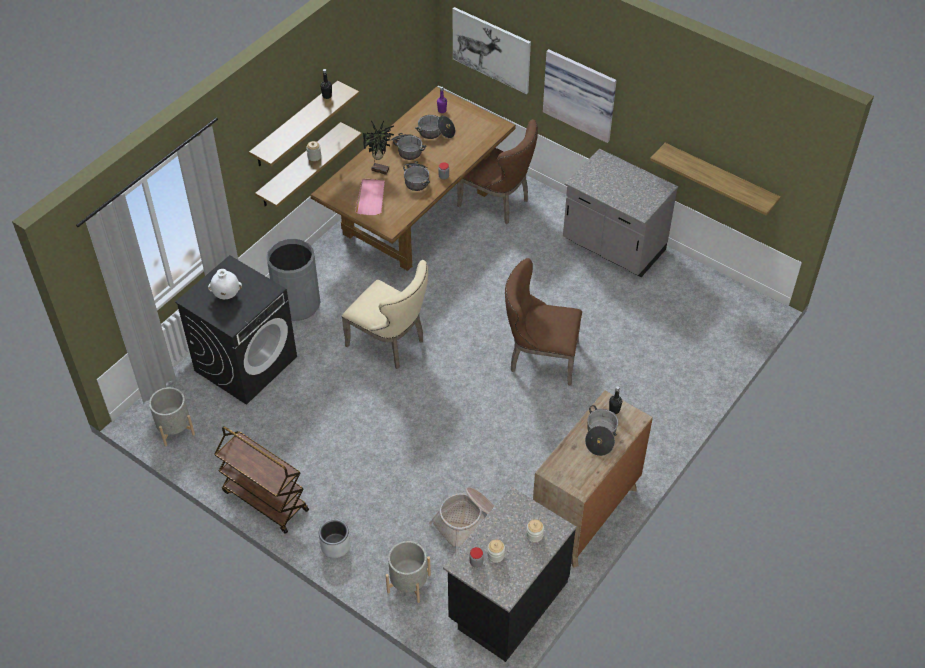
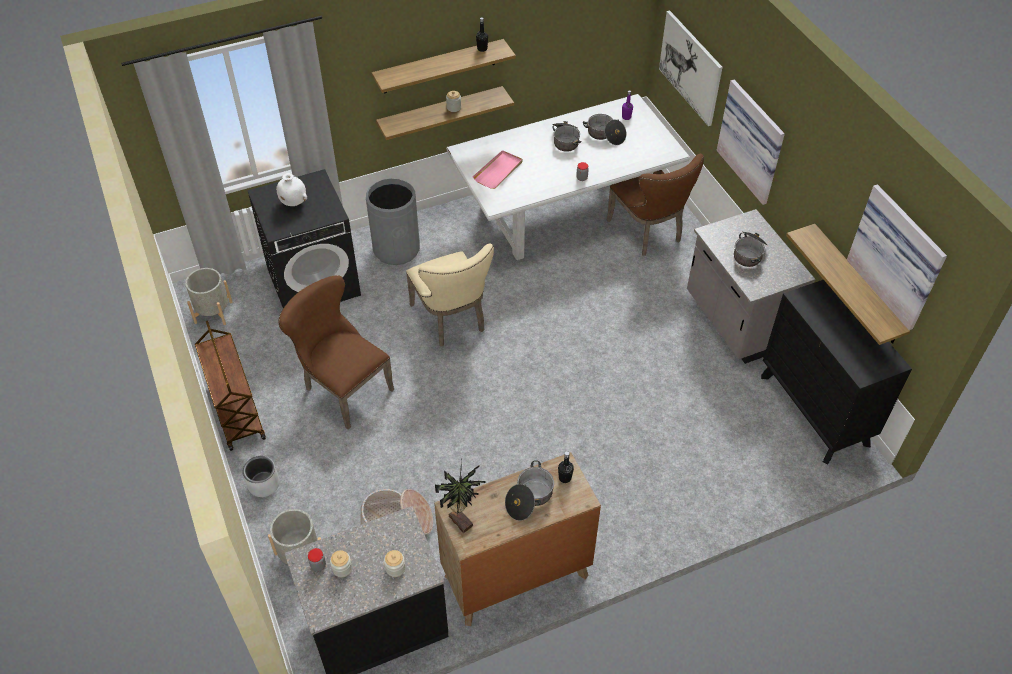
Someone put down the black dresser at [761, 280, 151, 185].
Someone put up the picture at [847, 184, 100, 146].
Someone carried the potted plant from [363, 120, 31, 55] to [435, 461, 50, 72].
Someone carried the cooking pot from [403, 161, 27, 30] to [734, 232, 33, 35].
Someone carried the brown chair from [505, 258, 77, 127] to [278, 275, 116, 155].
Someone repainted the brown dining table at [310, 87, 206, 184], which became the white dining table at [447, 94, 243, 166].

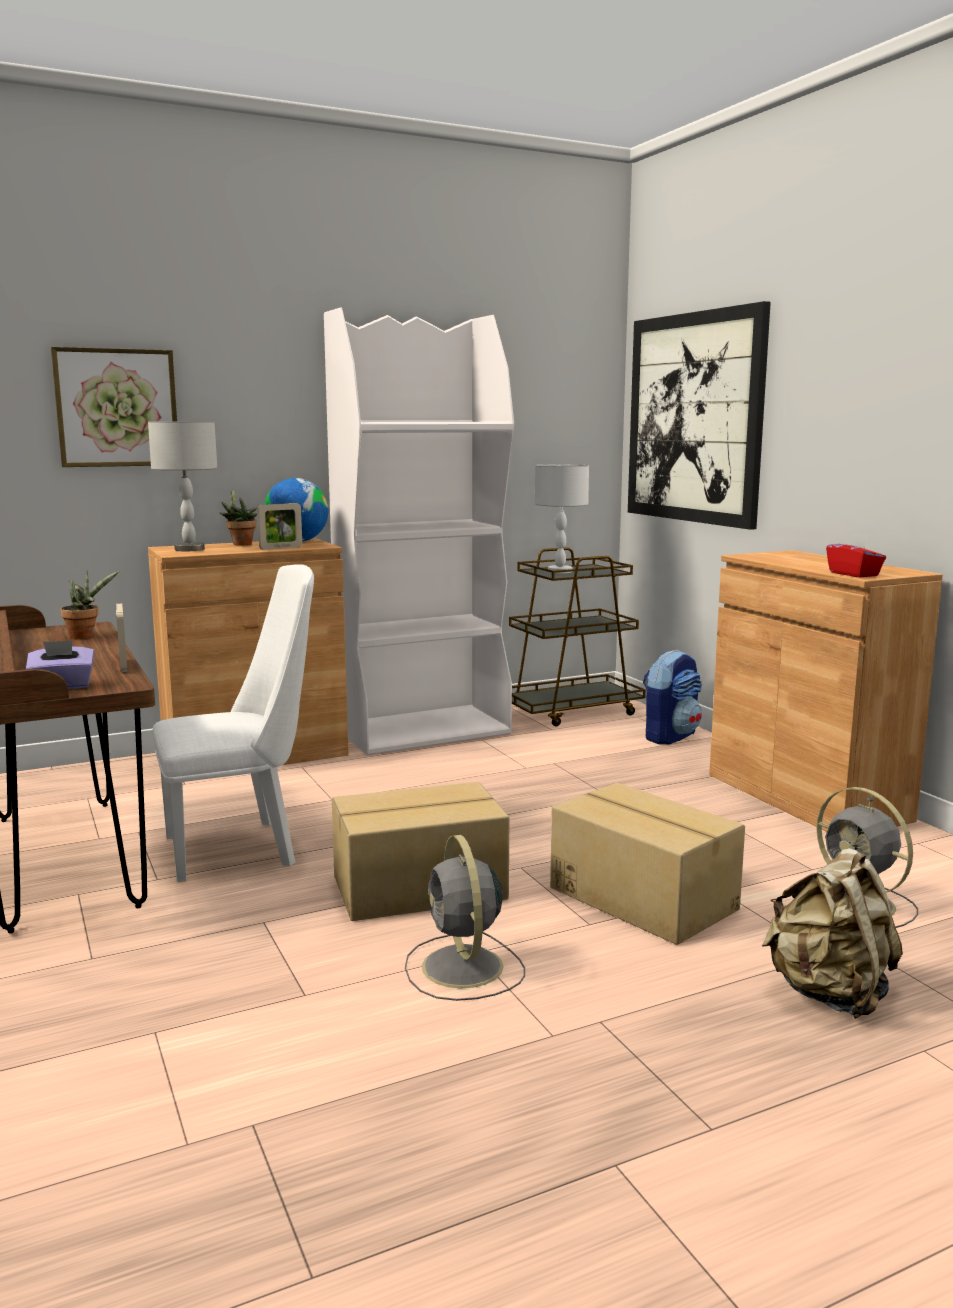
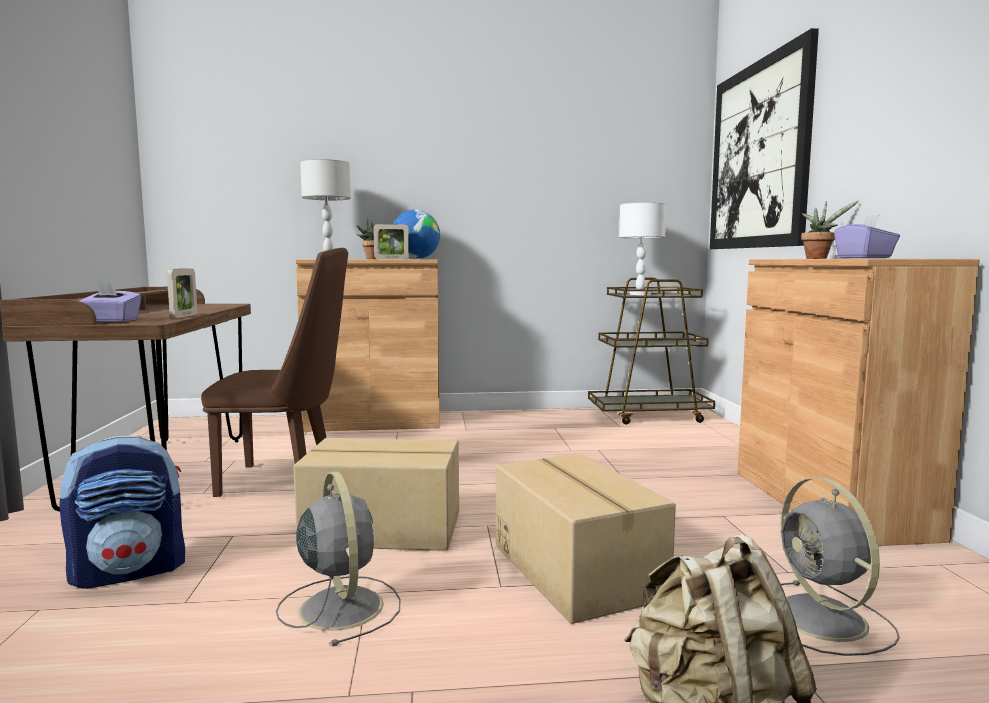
Someone took away the picture at [51, 347, 126, 120].
Someone took away the white bookcase at [324, 307, 190, 448].
Someone carried the potted plant from [60, 570, 59, 69] to [801, 201, 57, 58].
Someone carried the backpack from [643, 650, 59, 95] to [59, 435, 126, 154].
Someone repainted the white chair at [152, 564, 162, 318], which became the brown chair at [201, 248, 147, 249].
Someone repainted the red tissue box at [826, 533, 60, 44], which became the purple tissue box at [834, 214, 66, 44].
Someone rotated the grey fan at [405, 835, 120, 166] by 150 degrees clockwise.

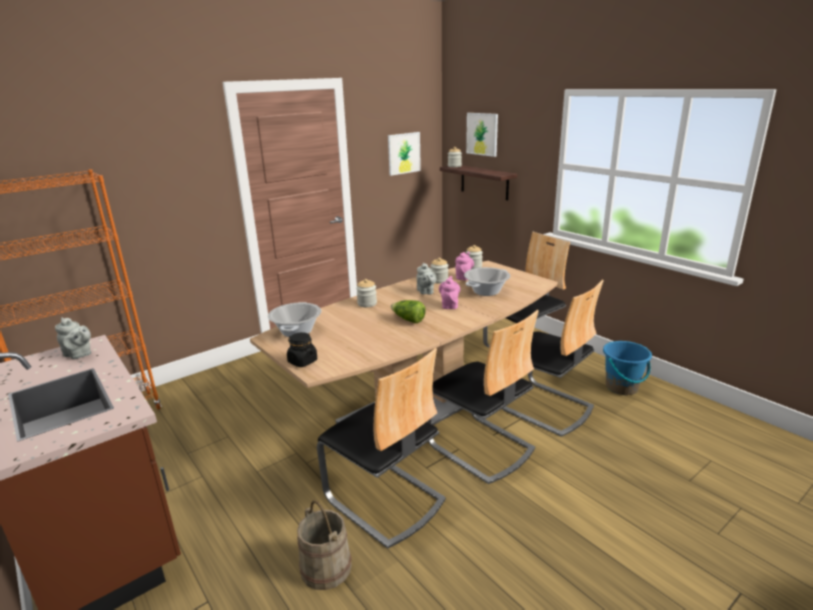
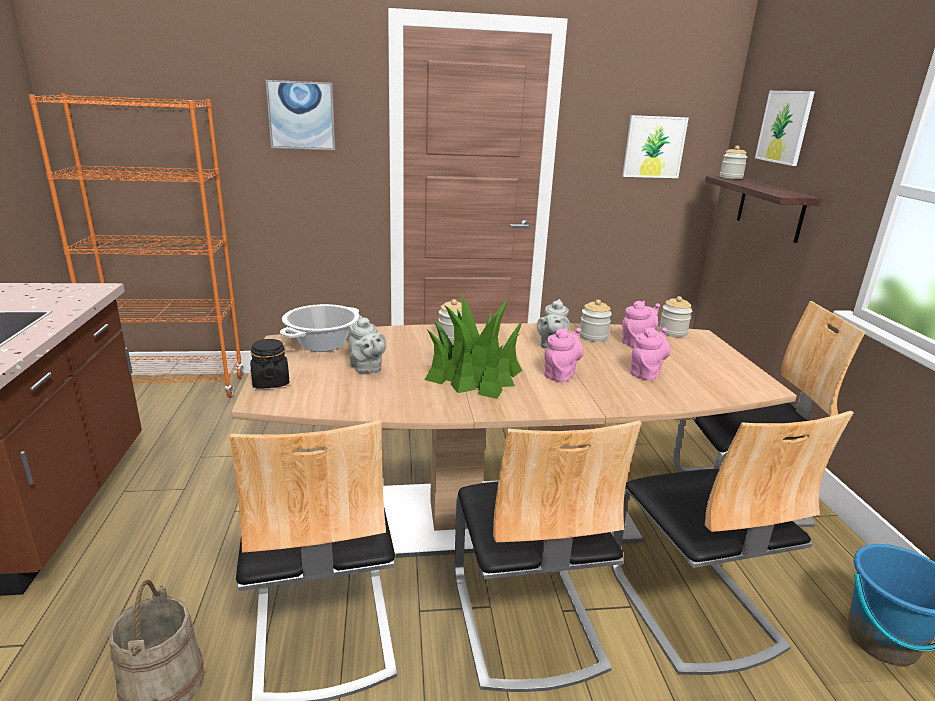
Someone put up the picture at [266, 80, 69, 70].
Someone carried the grey teapot from [55, 317, 36, 42] to [349, 316, 37, 57].
Someone swapped the lettuce at [391, 300, 35, 23] for the potted plant at [425, 292, 98, 107].
Someone swapped the cooking pot at [464, 267, 46, 29] for the pink teapot at [630, 327, 40, 53].

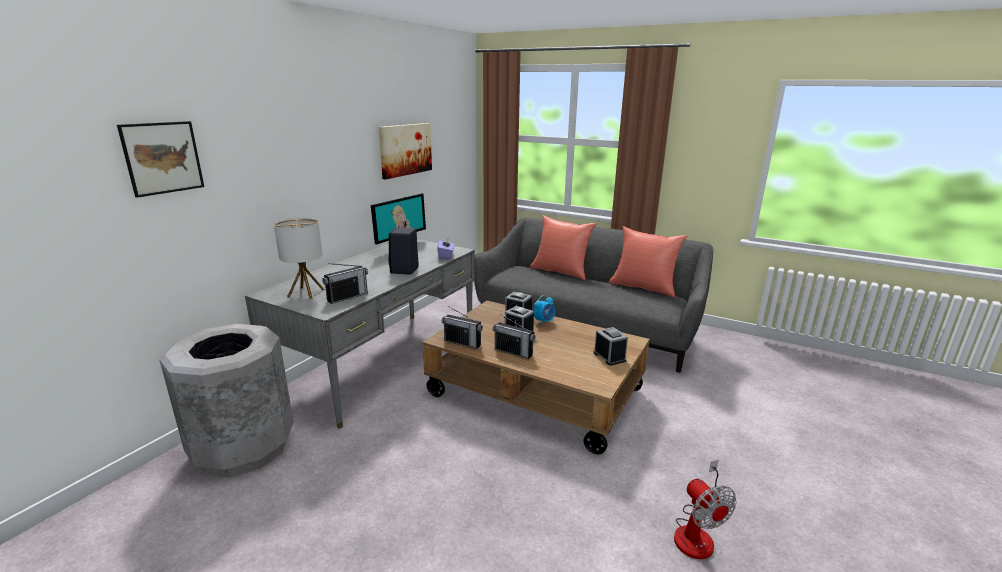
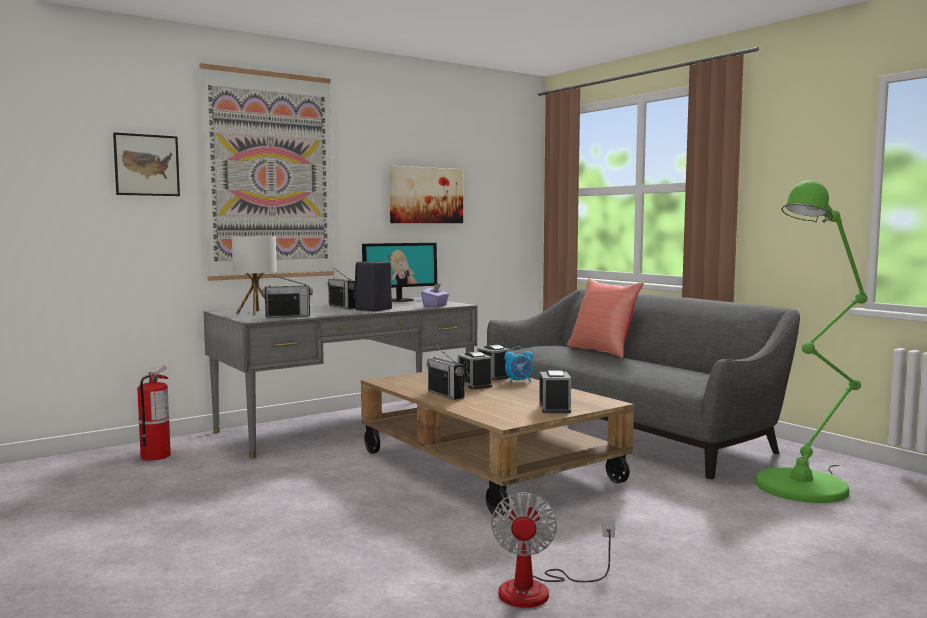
Someone took away the red pillow at [609, 226, 78, 71].
Someone put up the picture at [199, 63, 135, 218].
Someone put down the green floor lamp at [755, 181, 113, 322].
Someone carried the radio from [442, 306, 41, 43] to [327, 268, 28, 41].
Someone swapped the grey trash can at [159, 324, 134, 154] for the fire extinguisher at [137, 365, 34, 96].

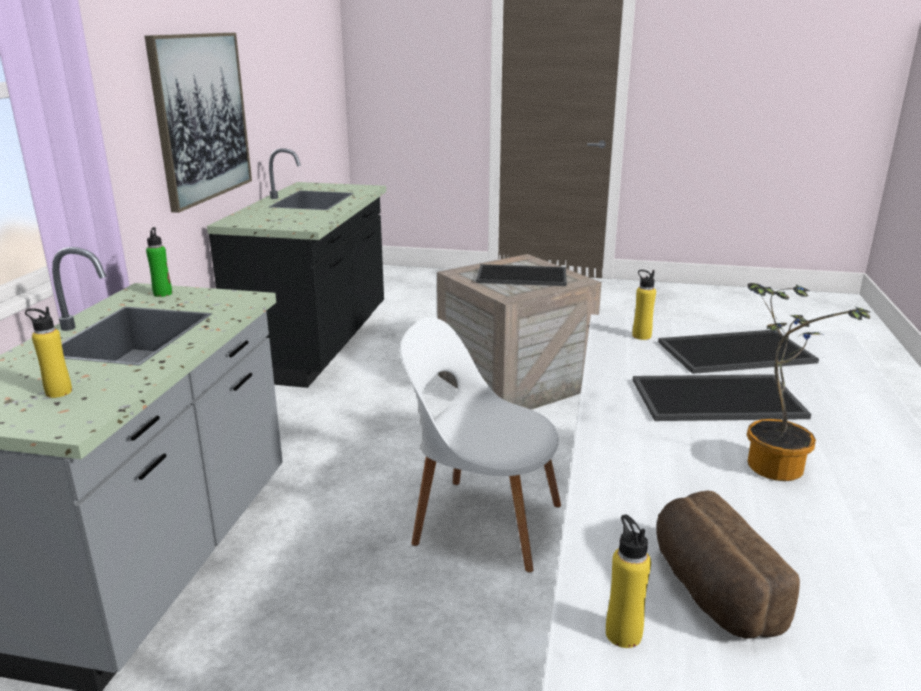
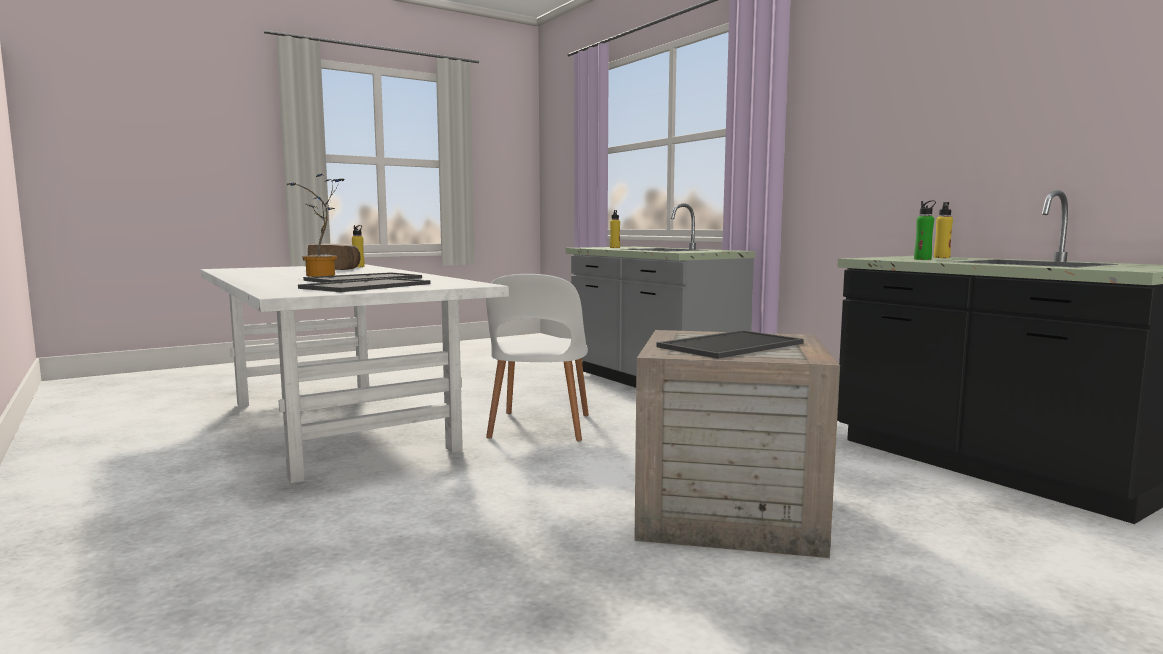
Someone took away the picture at [145, 33, 107, 180].
Someone carried the green bottle from [146, 227, 26, 70] to [914, 200, 22, 60].
Someone carried the yellow bottle from [632, 270, 24, 70] to [934, 202, 19, 56].
Someone rotated the white chair at [400, 317, 161, 256] by 120 degrees clockwise.

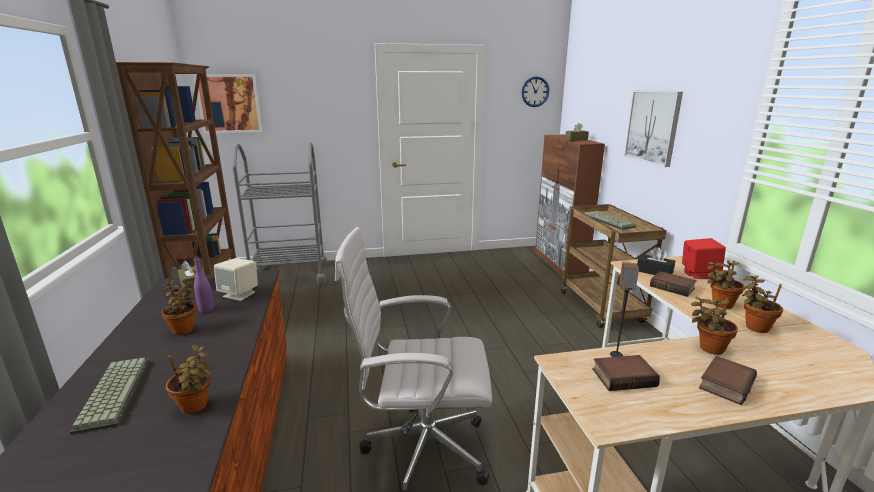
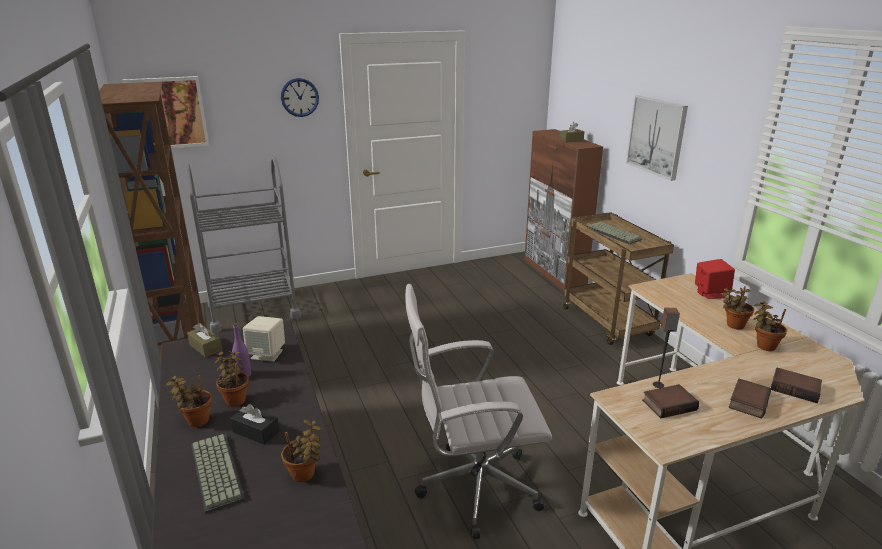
Someone carried the wall clock from [522, 76, 27, 31] to [281, 78, 38, 39].
Someone carried the black tissue box from [637, 247, 38, 28] to [230, 404, 49, 41].
Someone carried the book from [650, 271, 47, 26] to [771, 367, 51, 36].
Someone carried the potted plant from [691, 297, 47, 58] to [166, 375, 46, 52].

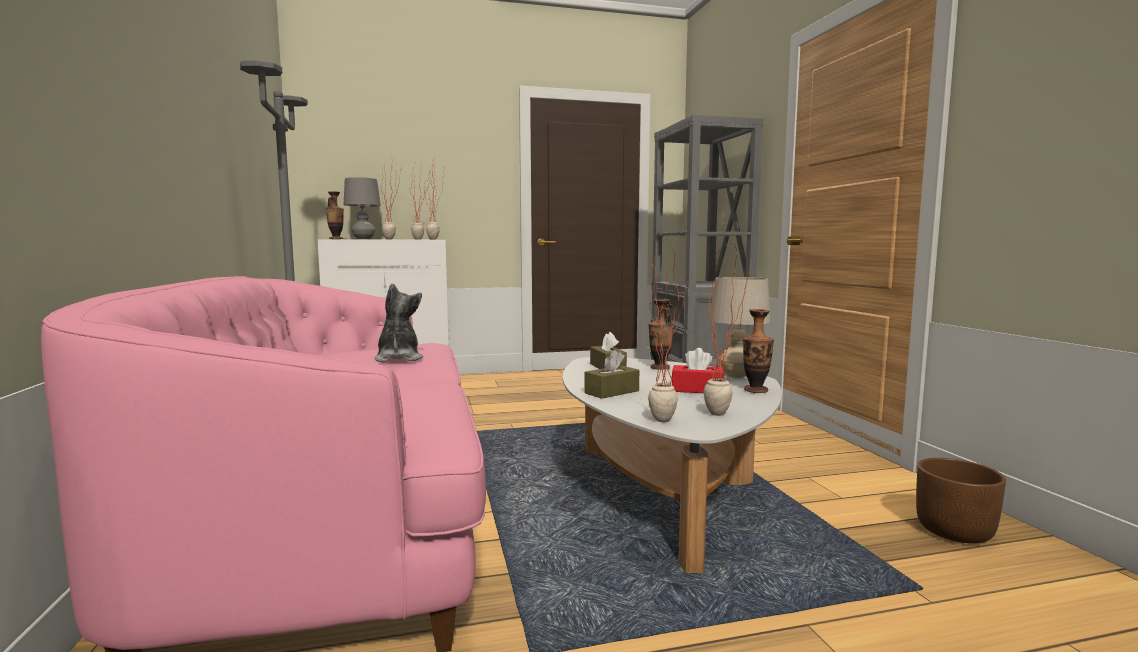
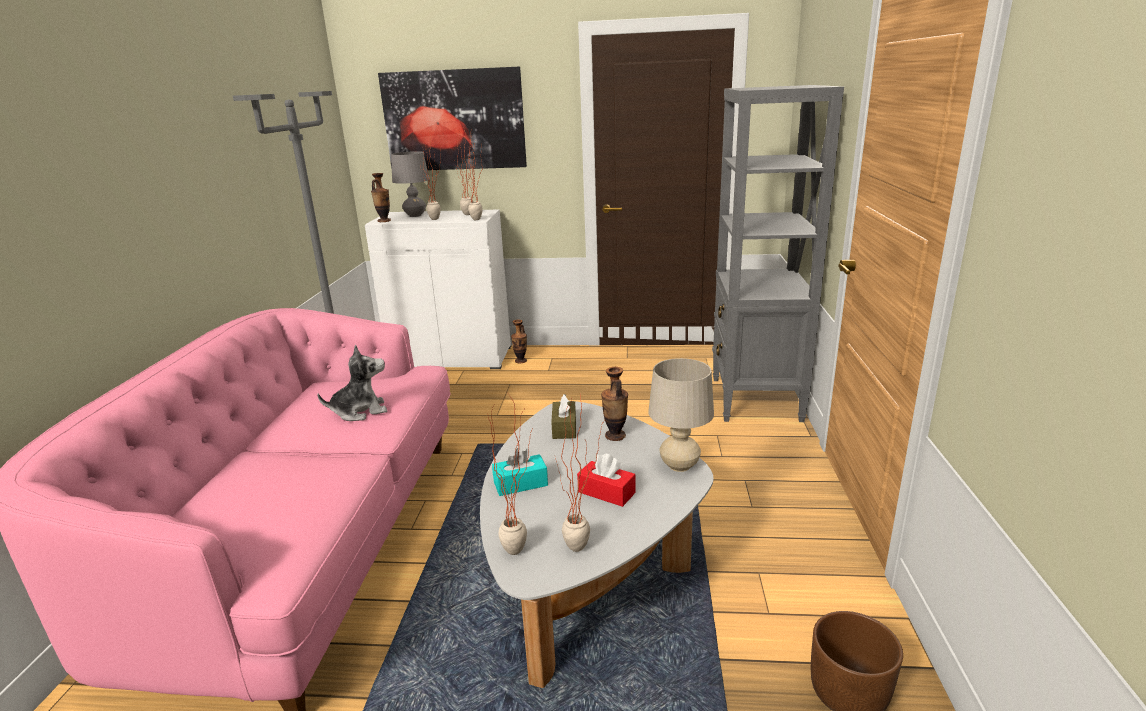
Someone put up the picture at [378, 67, 149, 103].
Someone carried the vase from [743, 309, 31, 84] to [511, 320, 16, 43].
Someone repainted the brown tissue box at [584, 350, 55, 49], which became the turquoise tissue box at [492, 448, 56, 48].
Someone rotated the plush toy at [374, 283, 49, 80] by 60 degrees clockwise.

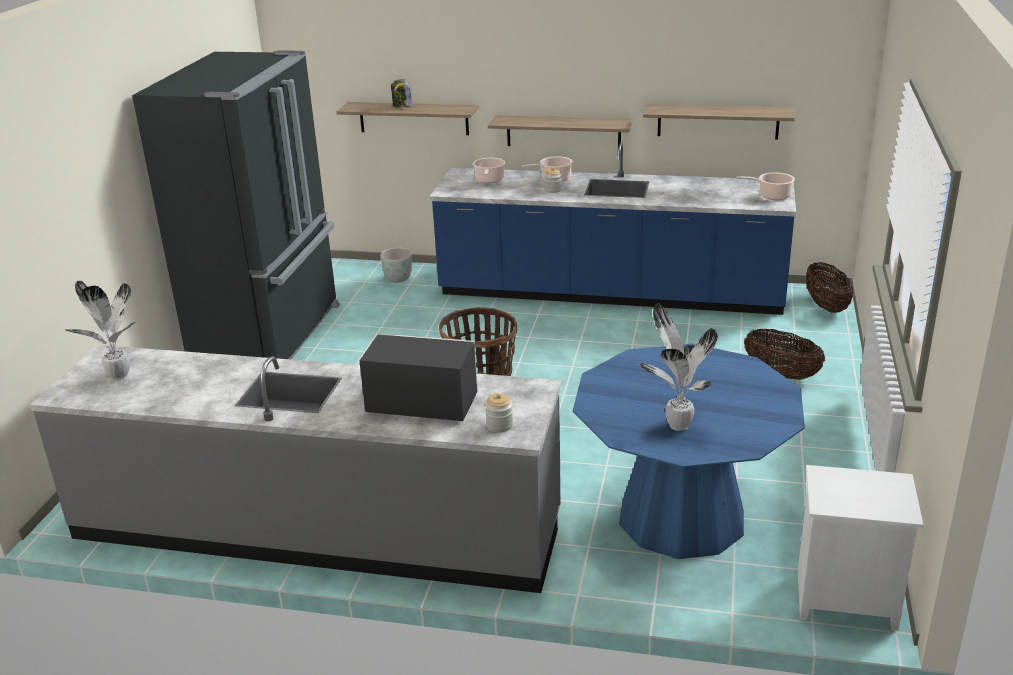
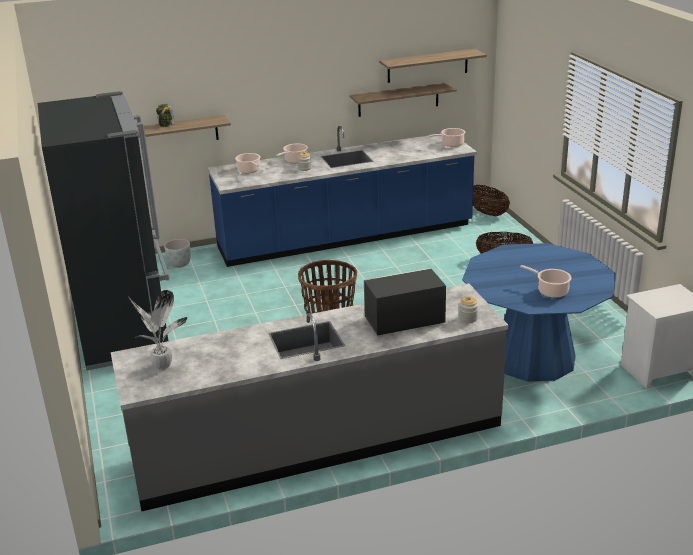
Someone carried the shelf from [488, 115, 145, 31] to [379, 49, 108, 34].
Someone swapped the potted plant at [640, 304, 78, 127] for the cooking pot at [520, 265, 52, 33].

